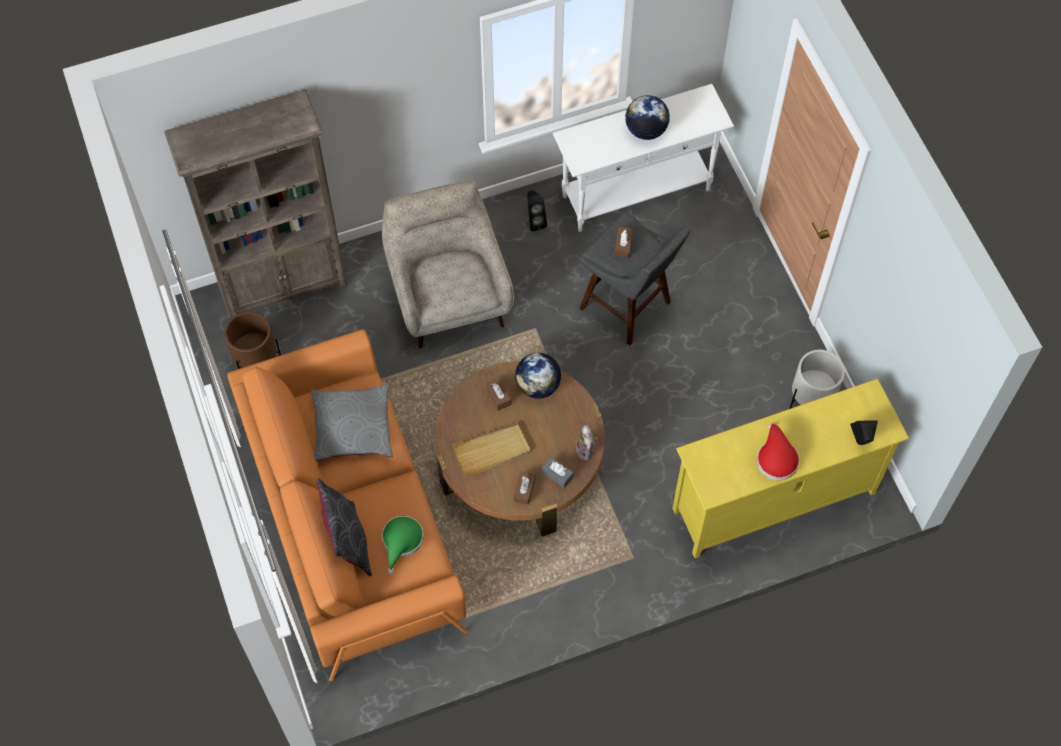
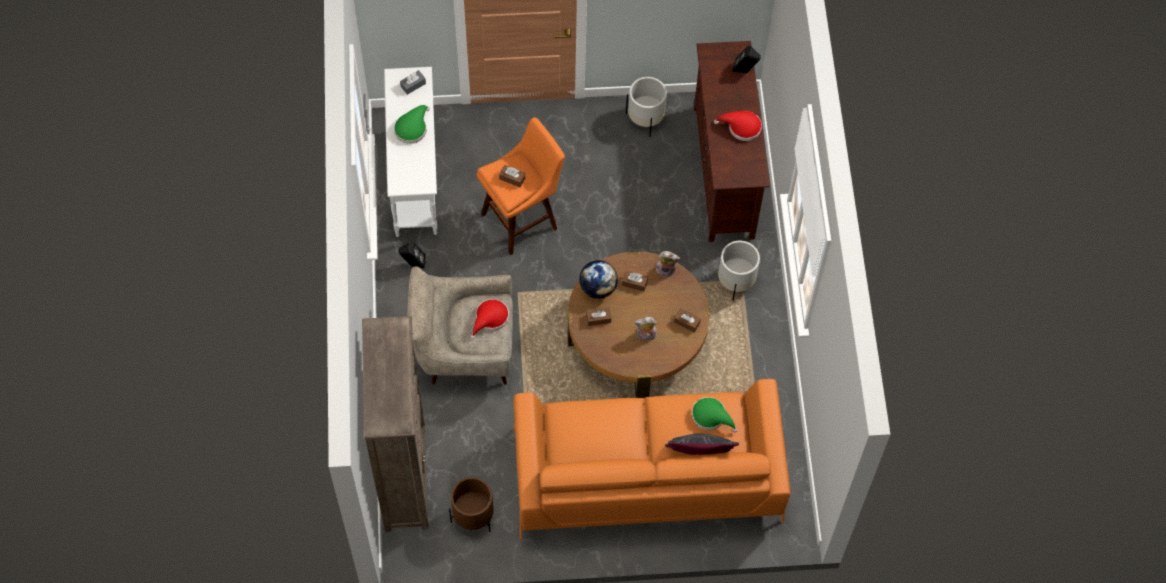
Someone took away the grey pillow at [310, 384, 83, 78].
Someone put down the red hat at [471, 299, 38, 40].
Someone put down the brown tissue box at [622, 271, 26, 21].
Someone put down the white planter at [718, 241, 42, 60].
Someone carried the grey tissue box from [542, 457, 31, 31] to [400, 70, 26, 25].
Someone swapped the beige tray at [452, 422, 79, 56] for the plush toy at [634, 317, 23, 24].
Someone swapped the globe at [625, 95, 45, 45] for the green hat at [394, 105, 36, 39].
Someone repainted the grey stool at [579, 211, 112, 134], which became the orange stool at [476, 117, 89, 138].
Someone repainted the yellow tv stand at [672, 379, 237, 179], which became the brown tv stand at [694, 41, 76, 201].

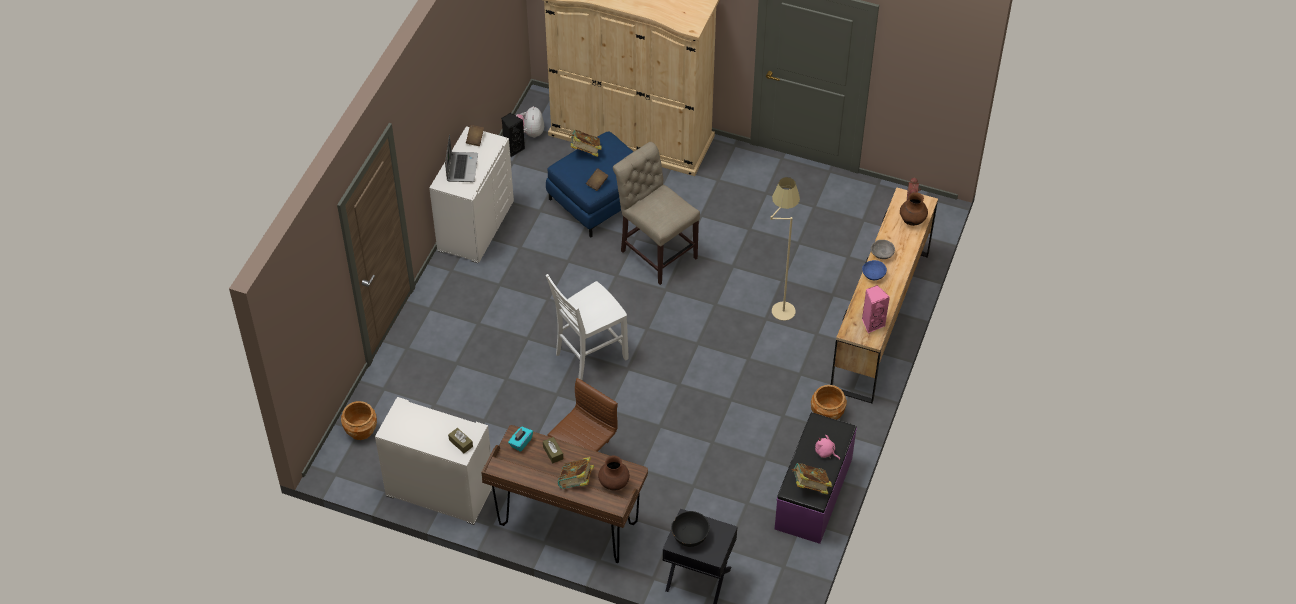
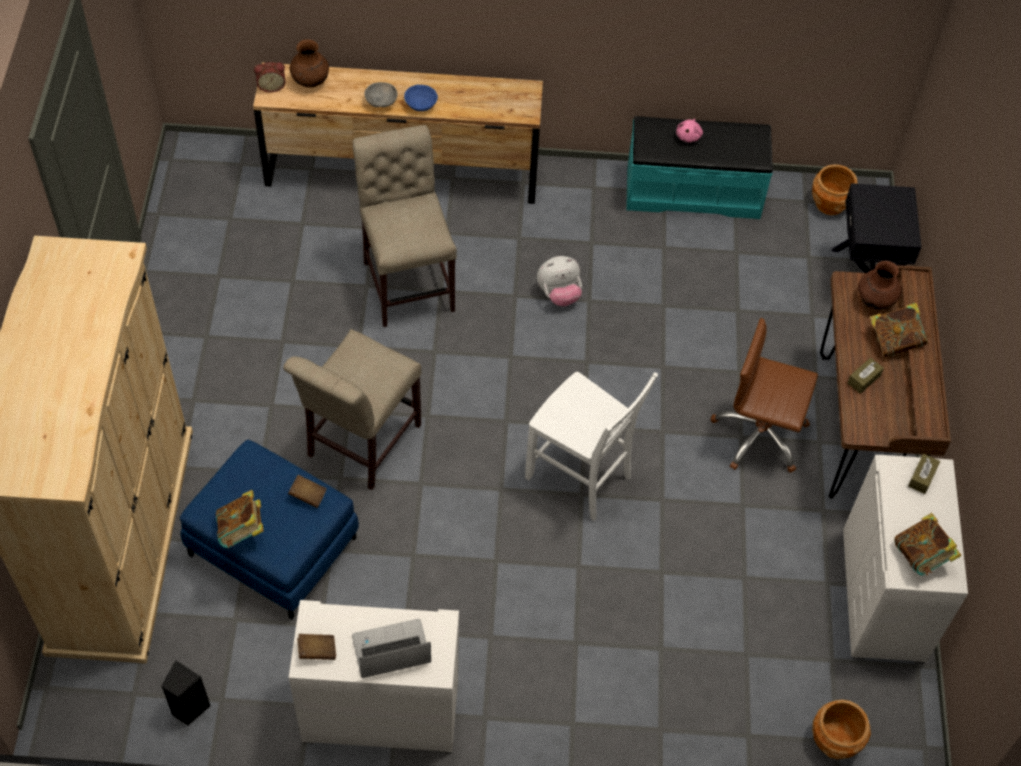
Someone took away the turquoise tissue box at [508, 427, 25, 25].
Someone took away the black bowl at [671, 511, 39, 36].
Someone took away the pink speaker at [862, 285, 28, 48].
Someone carried the plush toy from [516, 106, 28, 31] to [537, 256, 45, 50].
Someone carried the book from [791, 463, 41, 32] to [894, 513, 68, 63].
Someone carried the brown planter from [811, 385, 36, 35] to [812, 164, 46, 51].
Someone swapped the beige floor lamp at [770, 177, 30, 144] for the beige chair at [353, 125, 104, 202].
Someone repainted the purple bench at [775, 412, 82, 132], which became the turquoise bench at [626, 116, 147, 103].

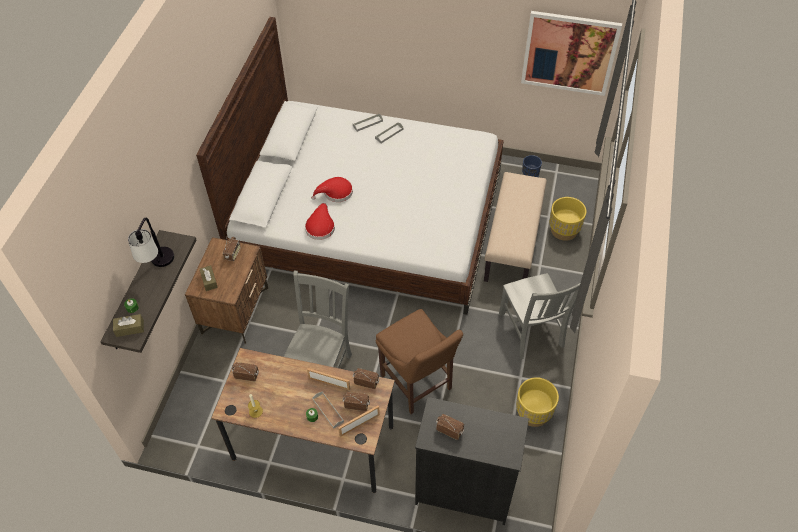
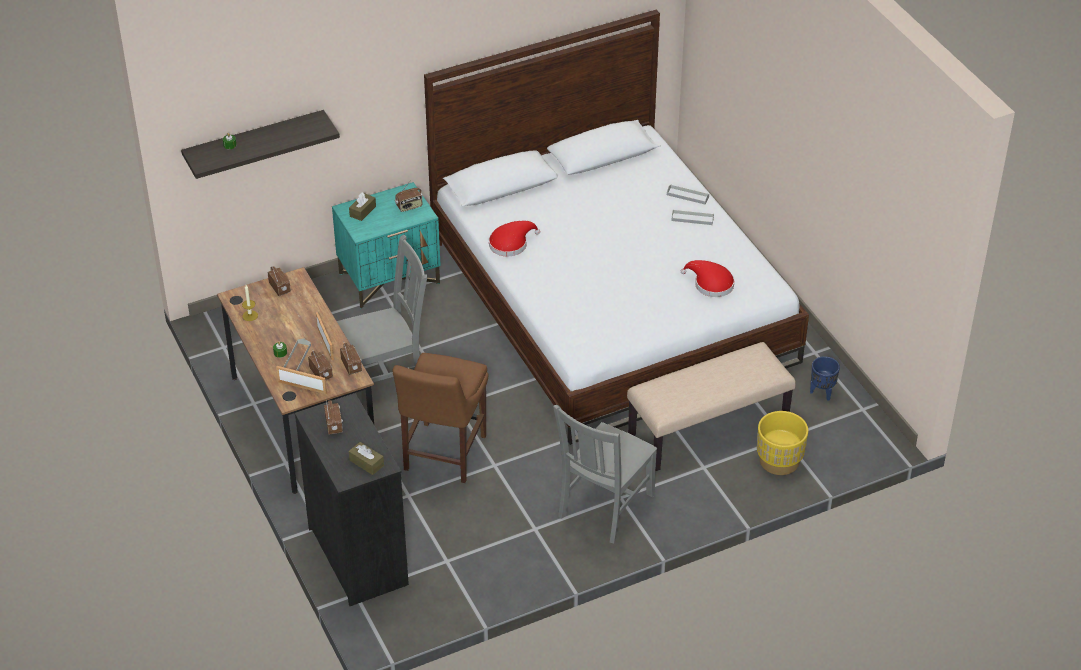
Someone took away the table lamp at [128, 218, 46, 49].
Someone took away the yellow planter at [516, 377, 43, 50].
Someone took away the picture at [521, 11, 101, 85].
Someone carried the brown tissue box from [113, 314, 31, 23] to [349, 442, 35, 33].
Someone carried the red hat from [311, 177, 42, 25] to [681, 260, 53, 37].
Someone repainted the brown nightstand at [185, 237, 84, 107], which became the turquoise nightstand at [332, 182, 109, 127].

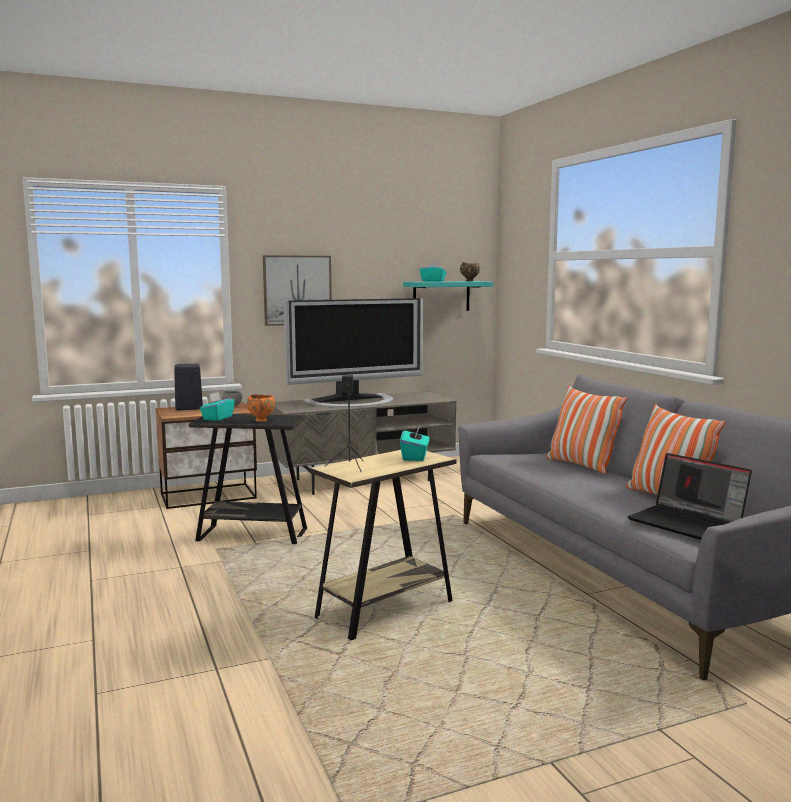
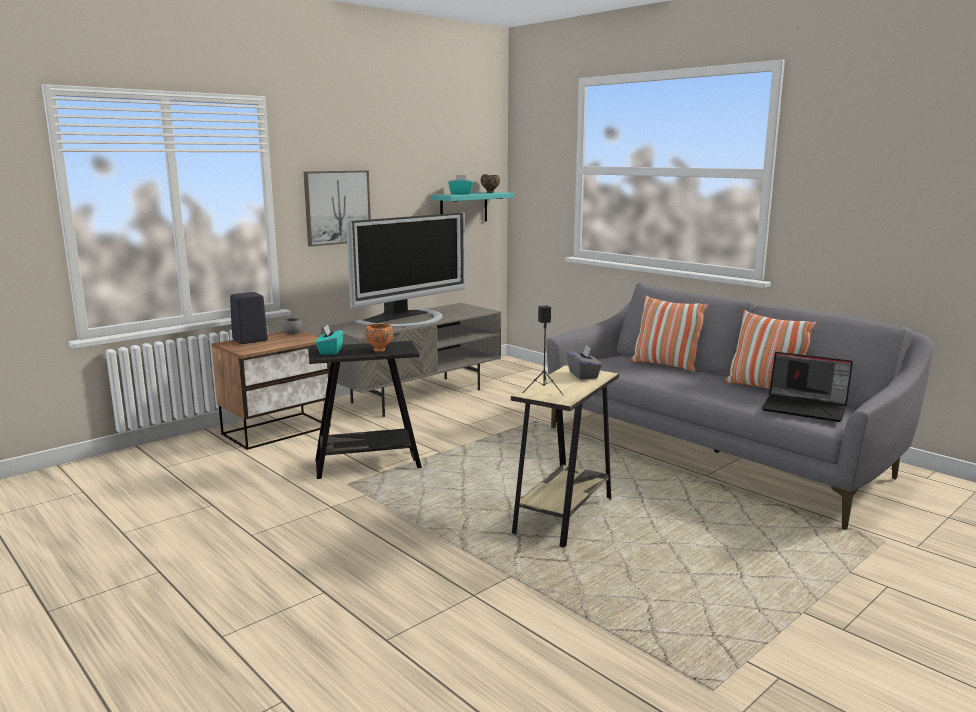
Someone repainted the turquoise tissue box at [400, 424, 29, 37], which became the grey tissue box at [567, 345, 35, 35].

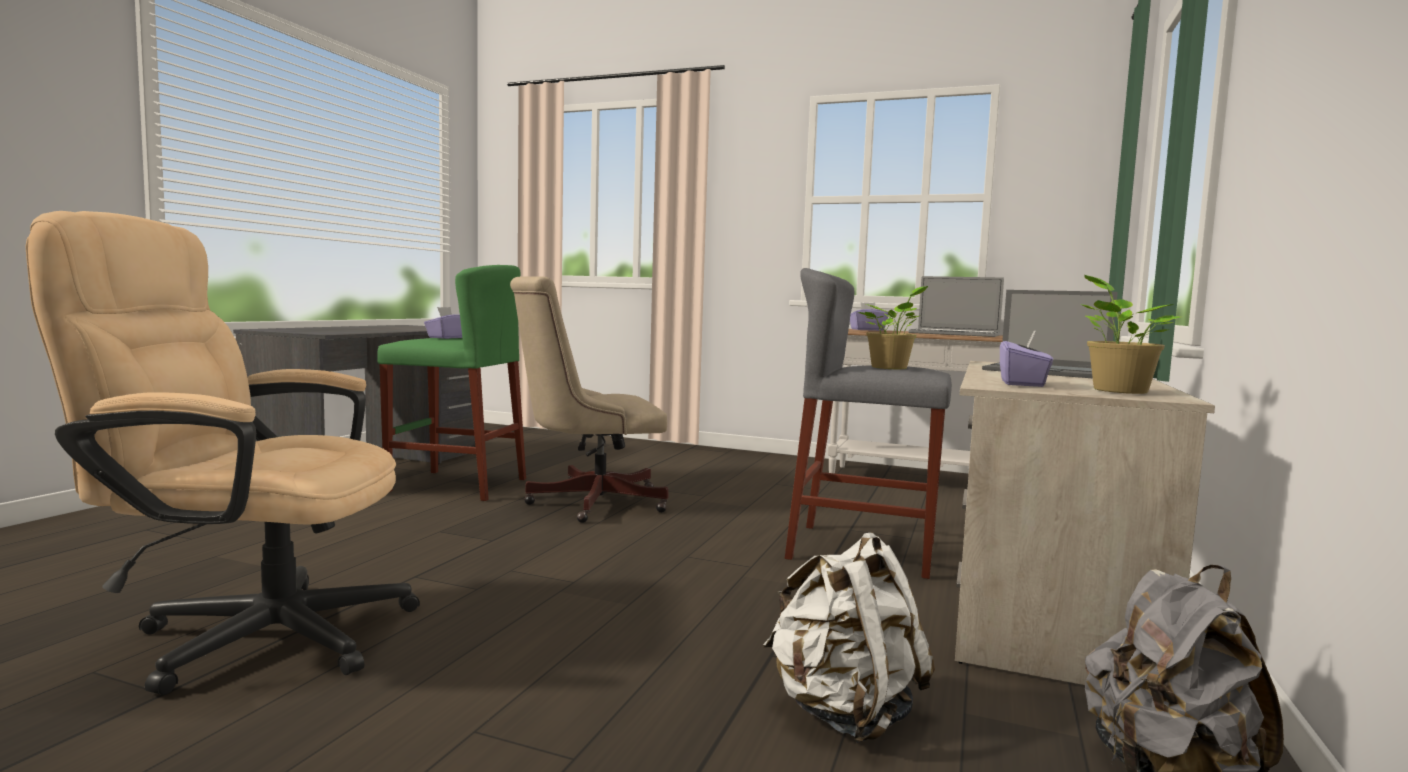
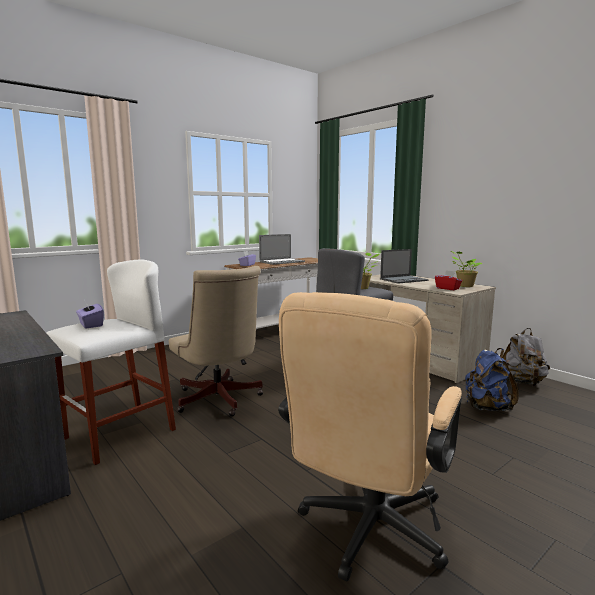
Someone repainted the green stool at [377, 265, 149, 236], which became the white stool at [47, 260, 129, 205].
Someone repainted the white backpack at [763, 532, 172, 211], which became the blue backpack at [465, 348, 54, 63].
Someone repainted the purple tissue box at [1000, 330, 53, 57], which became the red tissue box at [435, 270, 27, 20].
Someone rotated the beige office chair at [510, 276, 158, 247] by 45 degrees counterclockwise.

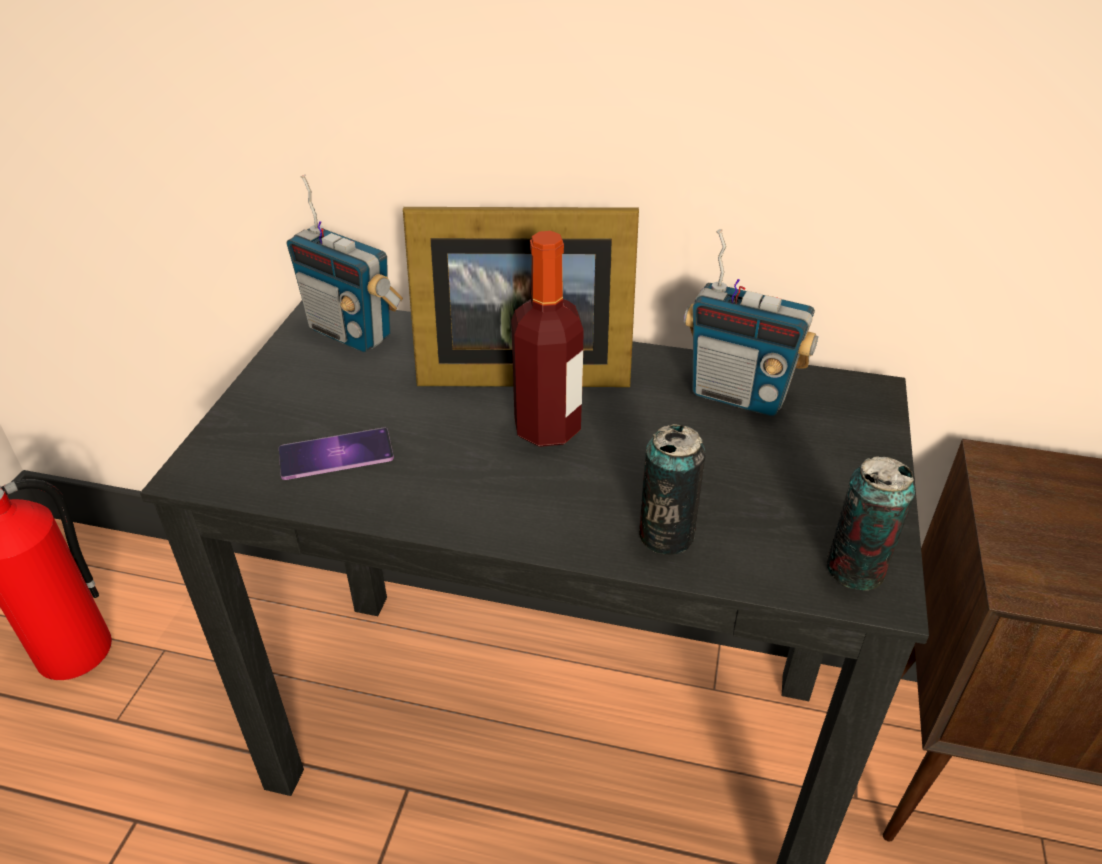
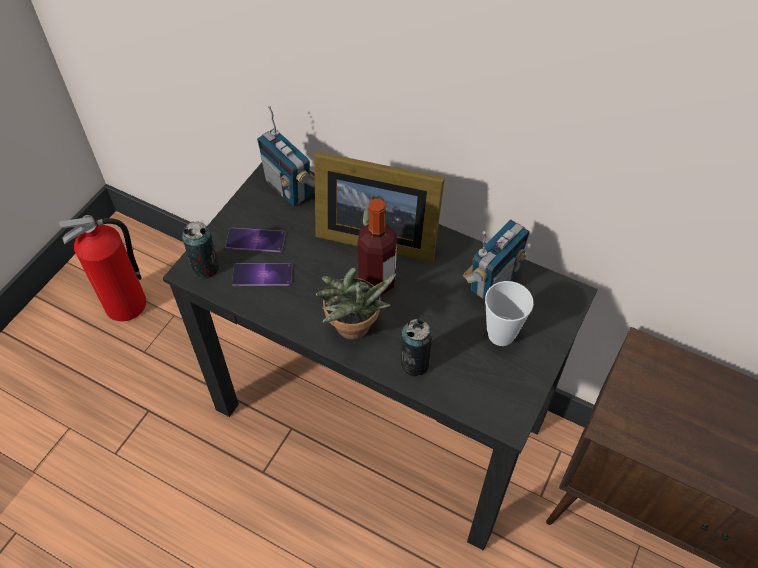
Someone put down the phone at [225, 228, 61, 24].
Someone put down the potted plant at [316, 268, 80, 72].
Someone put down the cup at [485, 281, 49, 65].
Someone carried the can from [827, 456, 88, 135] to [182, 221, 37, 58].
Someone rotated the radio at [684, 229, 134, 187] by 90 degrees counterclockwise.

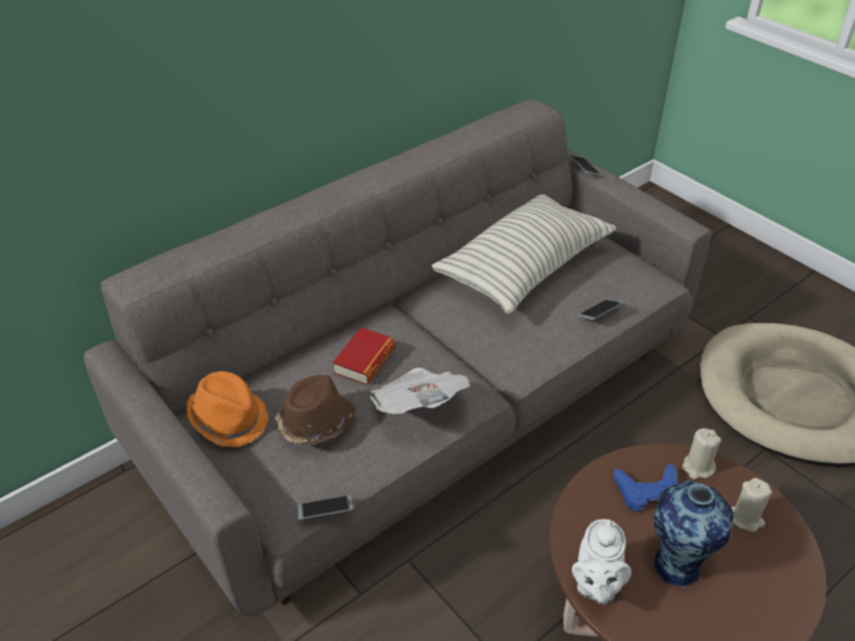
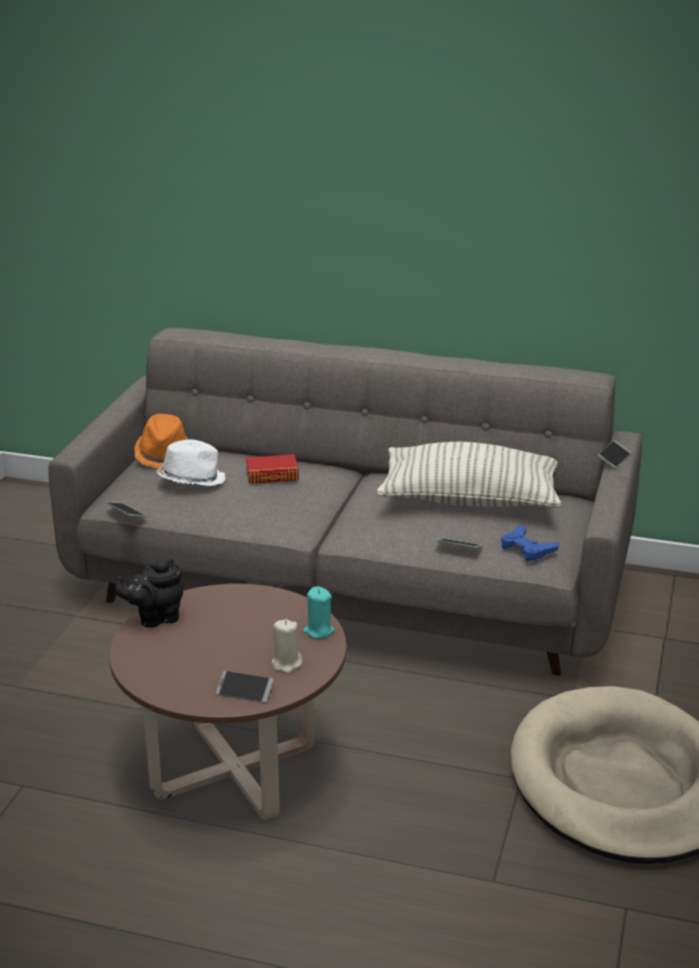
Someone took away the newspaper at [370, 368, 100, 46].
Someone took away the vase at [654, 480, 80, 108].
Someone put down the phone at [216, 671, 58, 32].
Someone carried the blue game controller from [613, 463, 65, 49] to [501, 525, 58, 37].
Someone repainted the brown hat at [275, 375, 81, 70], which became the white hat at [156, 439, 69, 47].
Someone repainted the white teapot at [572, 519, 59, 86], which became the black teapot at [115, 559, 69, 69].
Someone repainted the beige candle at [682, 428, 39, 51], which became the turquoise candle at [303, 586, 32, 53].

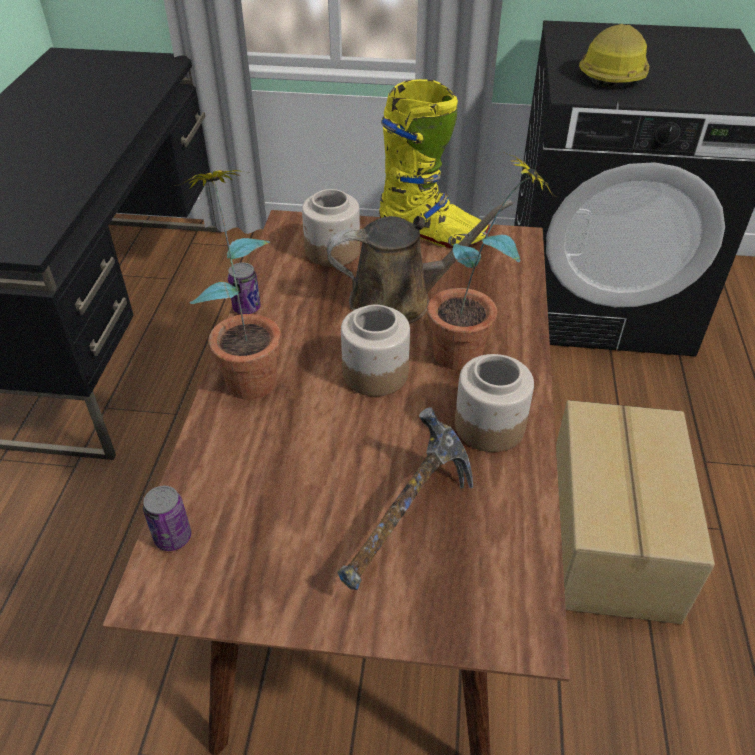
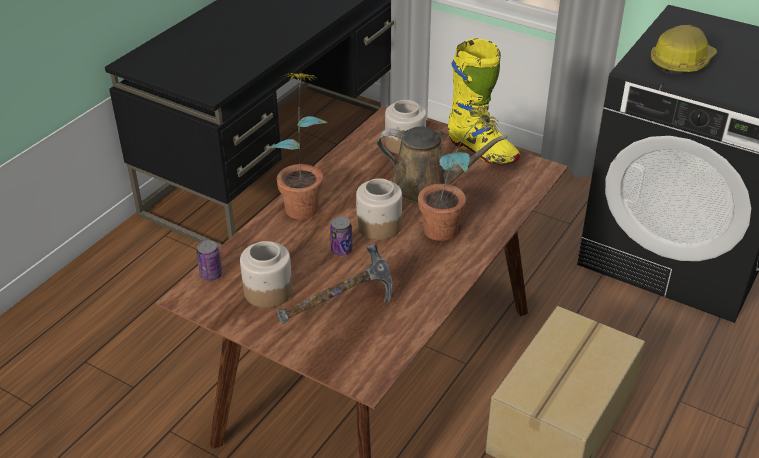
Someone carried the can from [228, 263, 33, 51] to [330, 216, 23, 40].
Someone carried the jar from [455, 354, 79, 98] to [240, 241, 53, 67].

